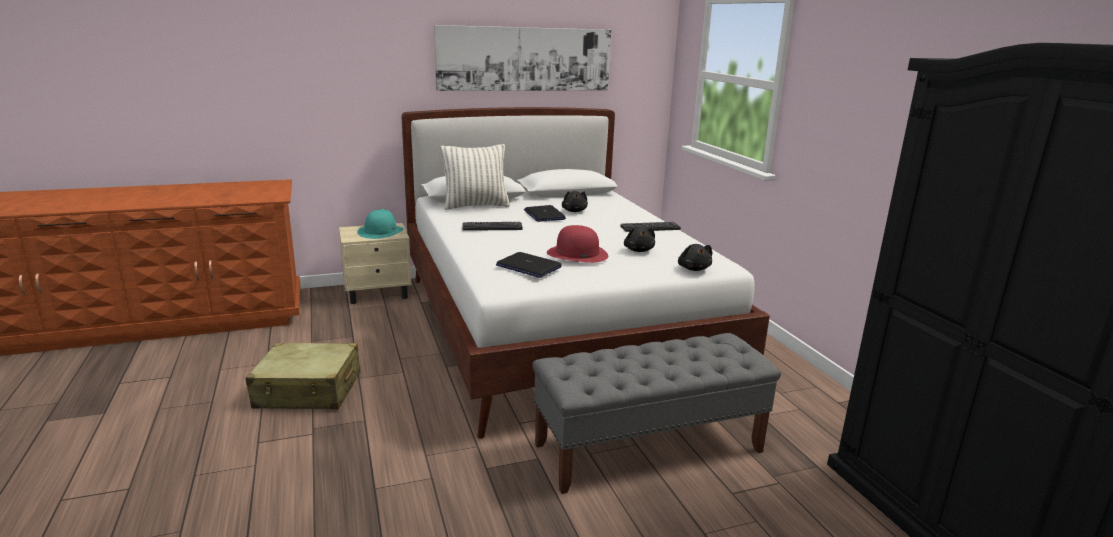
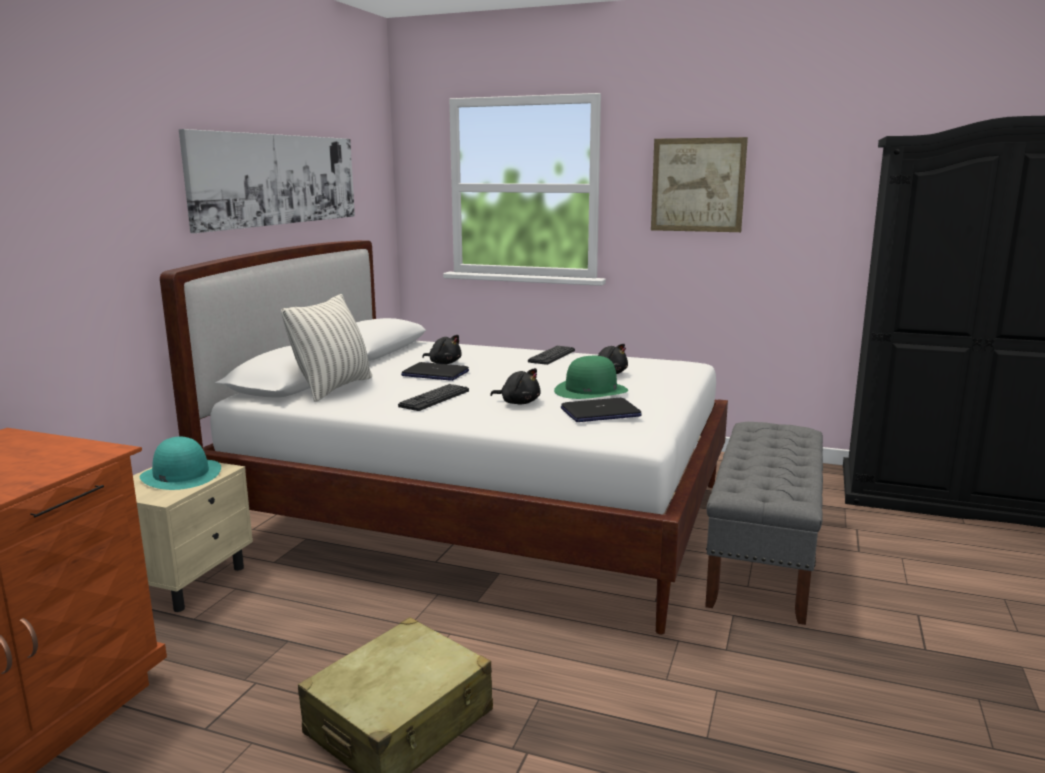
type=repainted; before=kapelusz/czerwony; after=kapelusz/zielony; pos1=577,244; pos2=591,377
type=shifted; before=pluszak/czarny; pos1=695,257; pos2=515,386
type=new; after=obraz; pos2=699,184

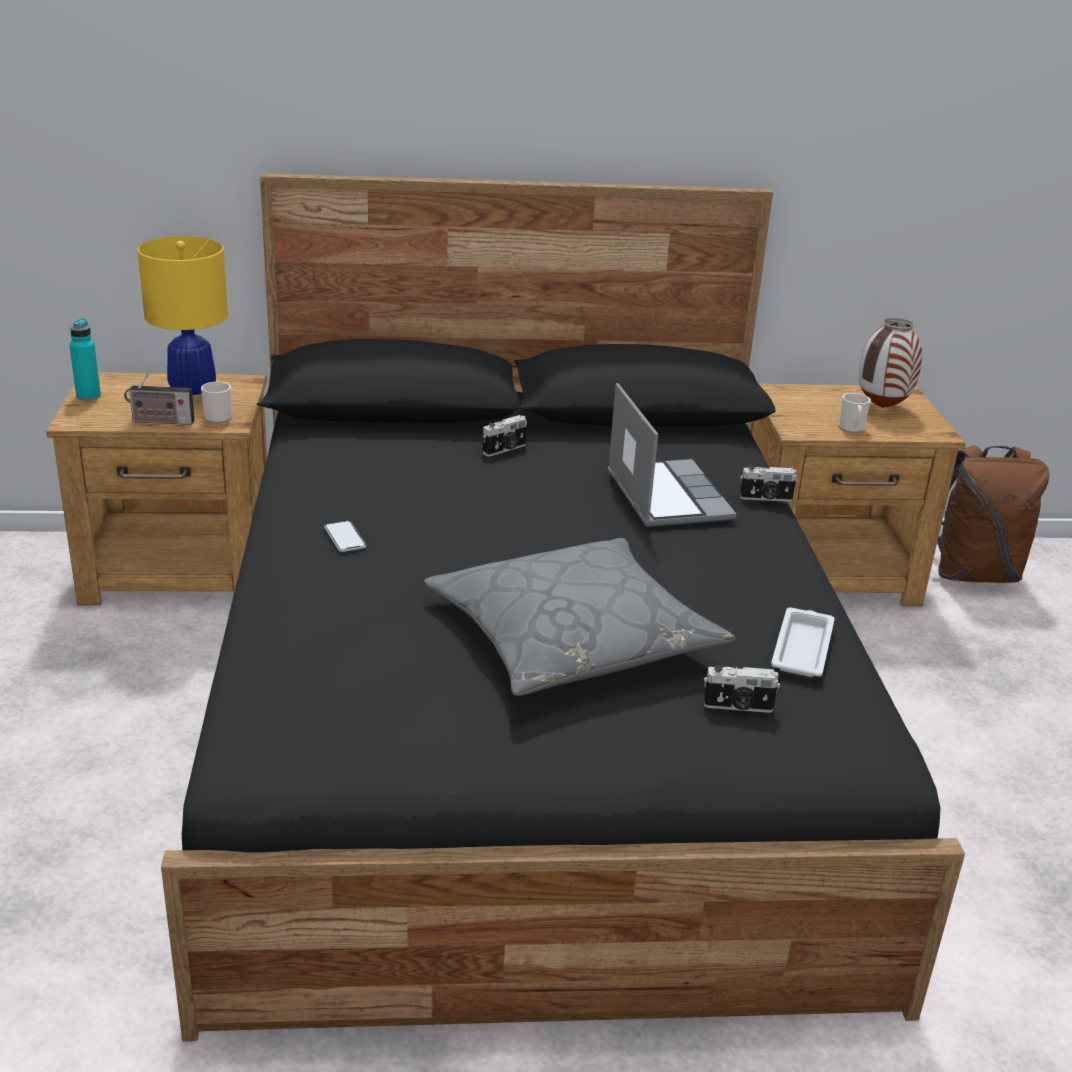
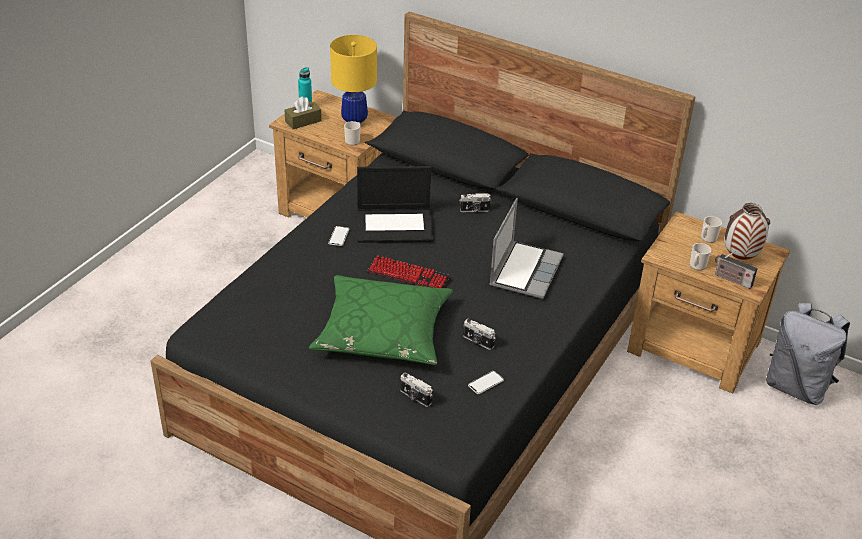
type=shifted; before=radio; pos1=159,397; pos2=736,270
type=repainted; before=poduszka/szary; after=poduszka/zielony; pos1=579,617; pos2=381,320
type=shifted; before=aparat fotograficzny; pos1=769,483; pos2=479,334
type=swapped; before=taca/biały; after=telefon; pos1=803,642; pos2=486,382
type=repainted; before=plecak/brązowy; after=plecak/szary; pos1=993,514; pos2=808,354
type=new; after=pudełko chusteczek/brązowy; pos2=303,112
type=new; after=laptop; pos2=395,204
type=new; after=klawiatura; pos2=409,271
type=new; after=kubek; pos2=711,229

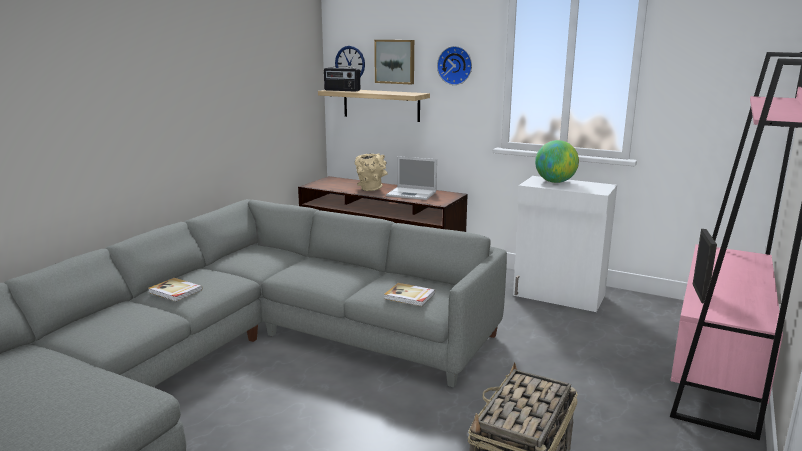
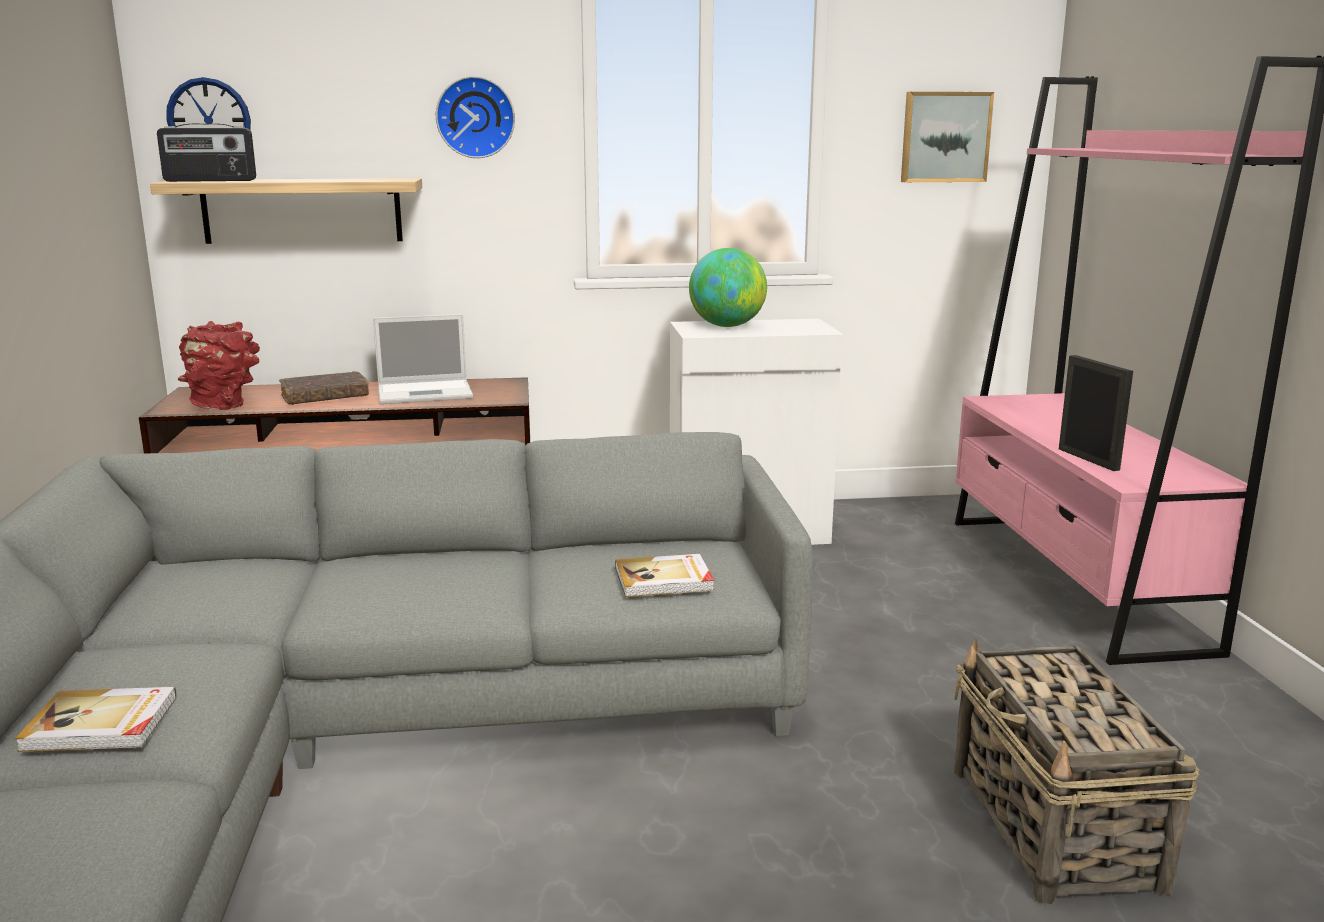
type=swapped; before=wazon/beżowy; after=książka/brązowy; pos1=371,172; pos2=324,388
type=shifted; before=obraz; pos1=394,62; pos2=947,137
type=new; after=wazon/czerwony; pos2=219,365

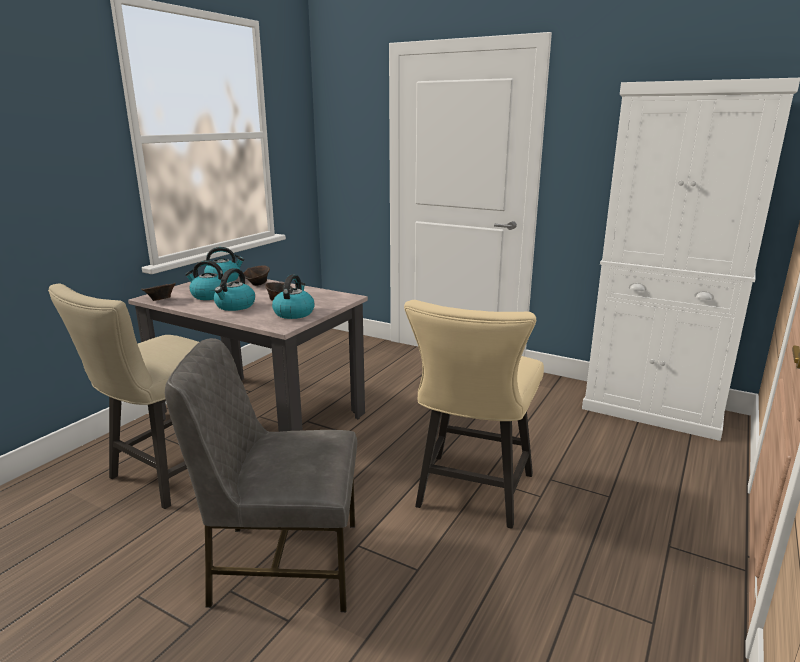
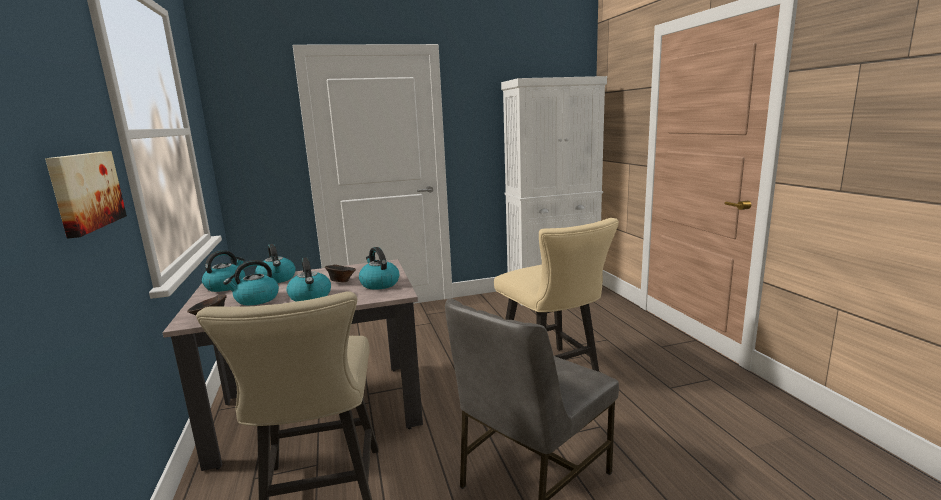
type=swapped; before=miska/brązowy; after=czajnik; pos1=257,275; pos2=275,263
type=new; after=obraz; pos2=86,195

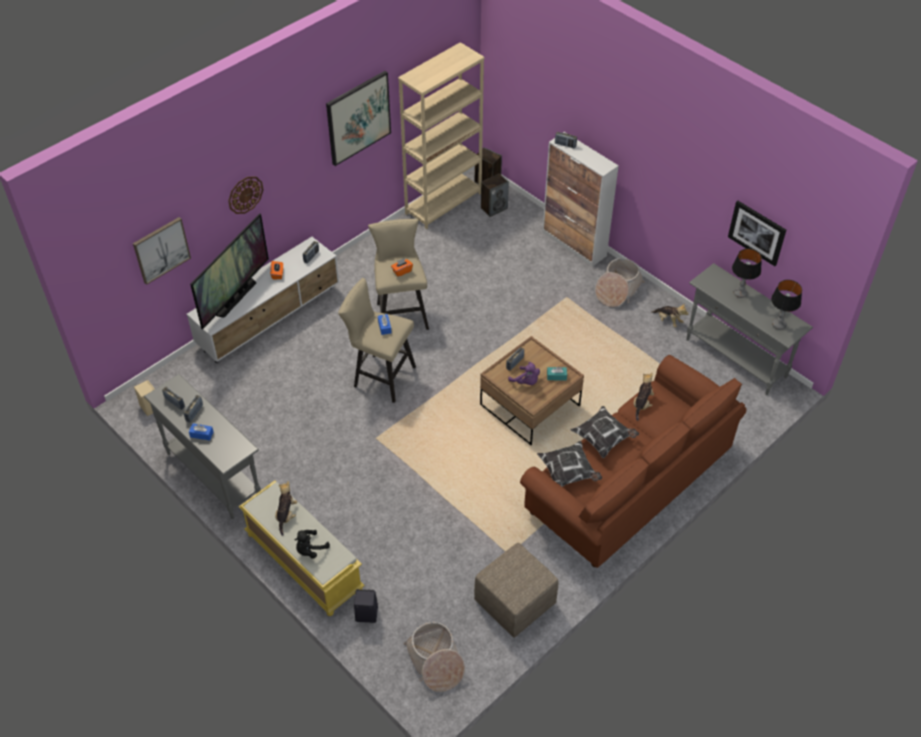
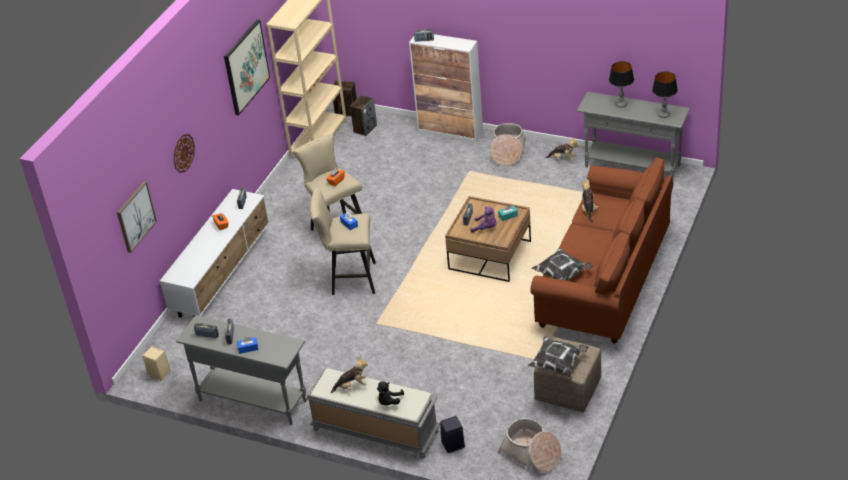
type=gone; before=telewizor; pos1=229,271
type=repainted; before=ławka/żółty; after=ławka/szary; pos1=302,548; pos2=372,413
type=rotated; before=pluszak; pos1=286,508; pos2=349,375; turn=90
type=shifted; before=poduszka; pos1=605,432; pos2=558,357
type=gone; before=obraz; pos1=757,233

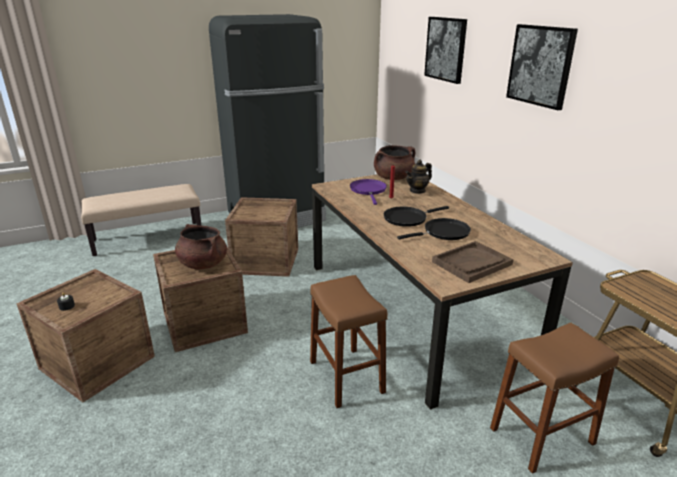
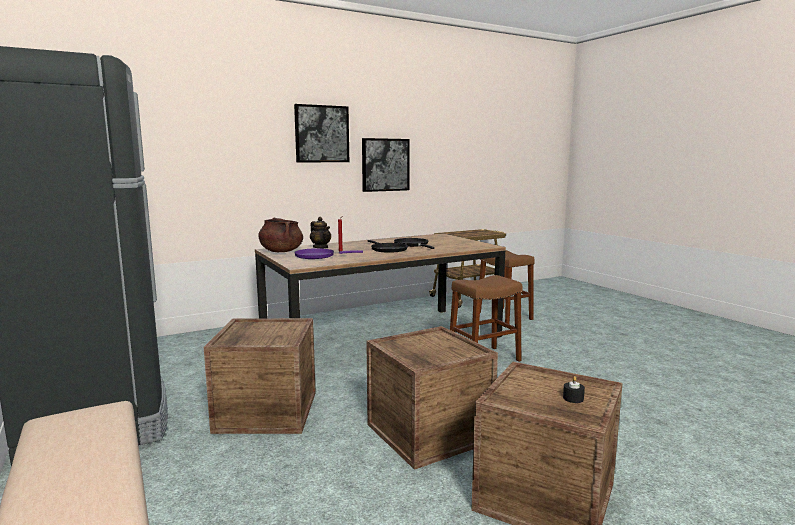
type=gone; before=garnek/brązowy; pos1=201,246
type=shifted; before=obraz; pos1=445,50; pos2=386,165
type=gone; before=taca/brązowy; pos1=473,262

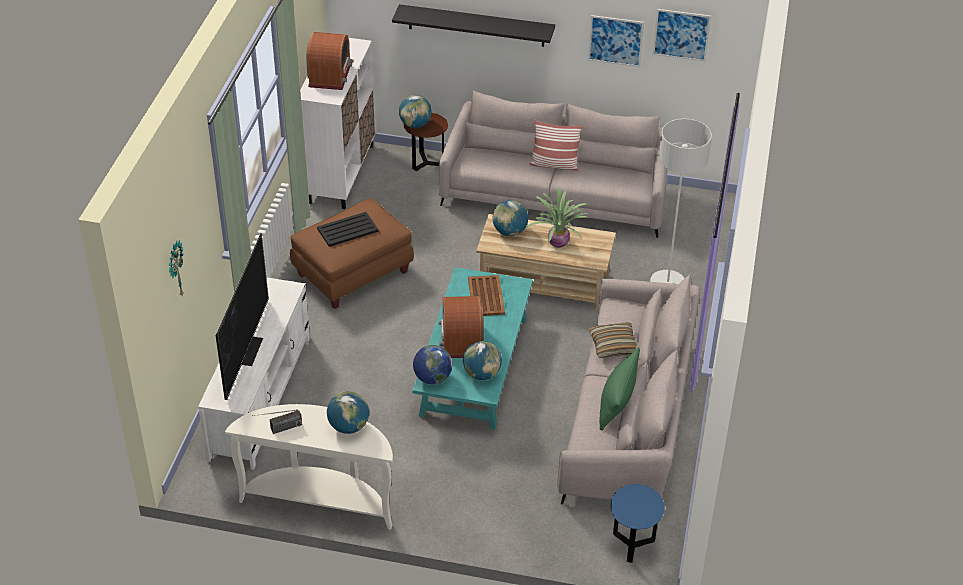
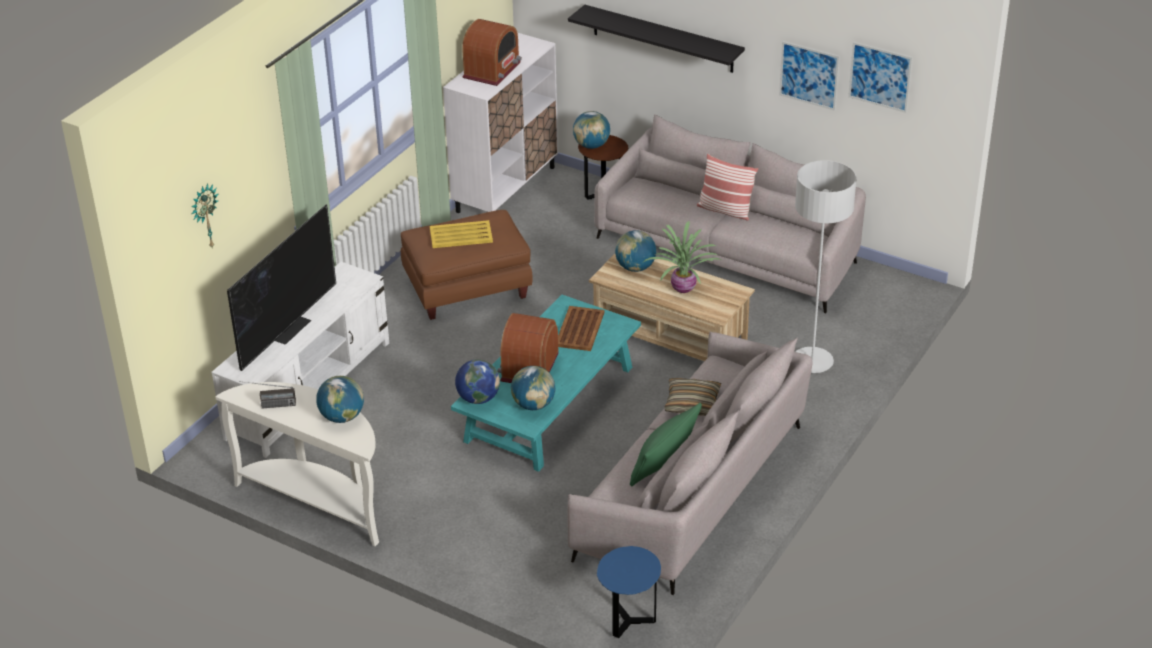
type=repainted; before=taca/czarny; after=taca/żółty; pos1=348,229; pos2=461,234

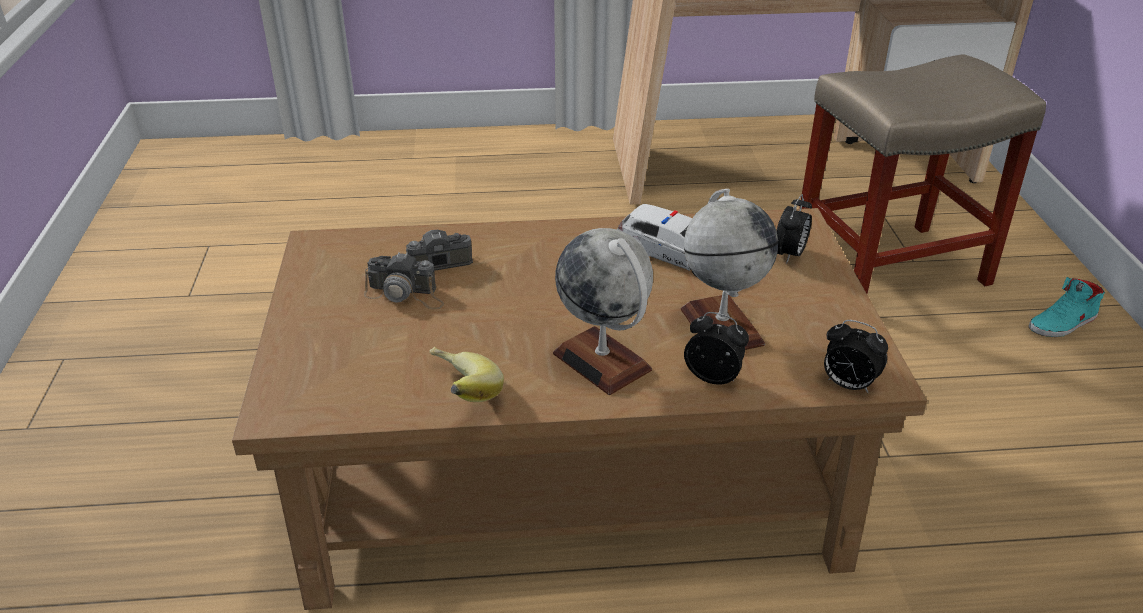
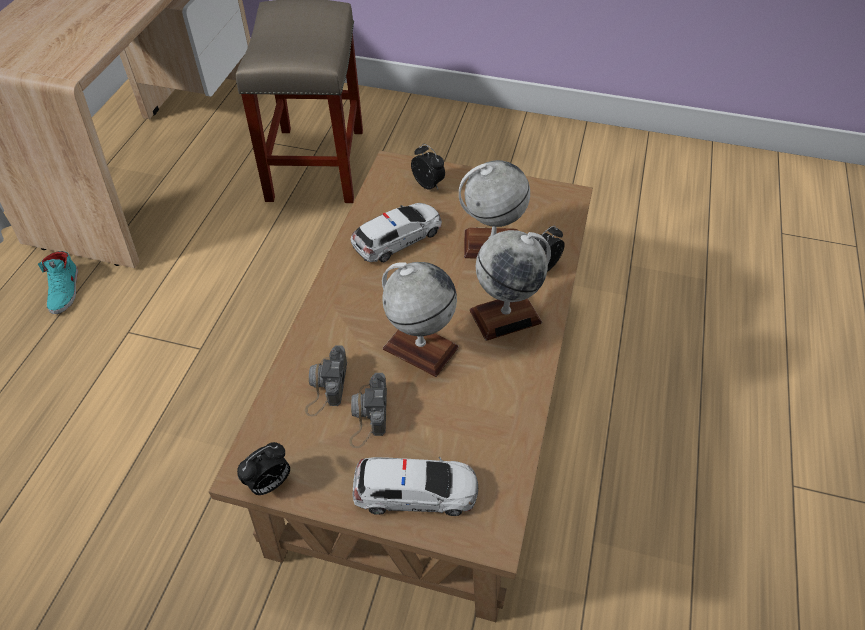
type=rotated; before=aparat fotograficzny; pos1=404,280; pos2=368,410; turn=150
type=gone; before=banan; pos1=467,374
type=shifted; before=budzik; pos1=856,356; pos2=263,468
type=shifted; before=but/turkusowy; pos1=1066,307; pos2=58,282
type=new; after=samochodzik; pos2=415,486
type=new; after=globus; pos2=420,319

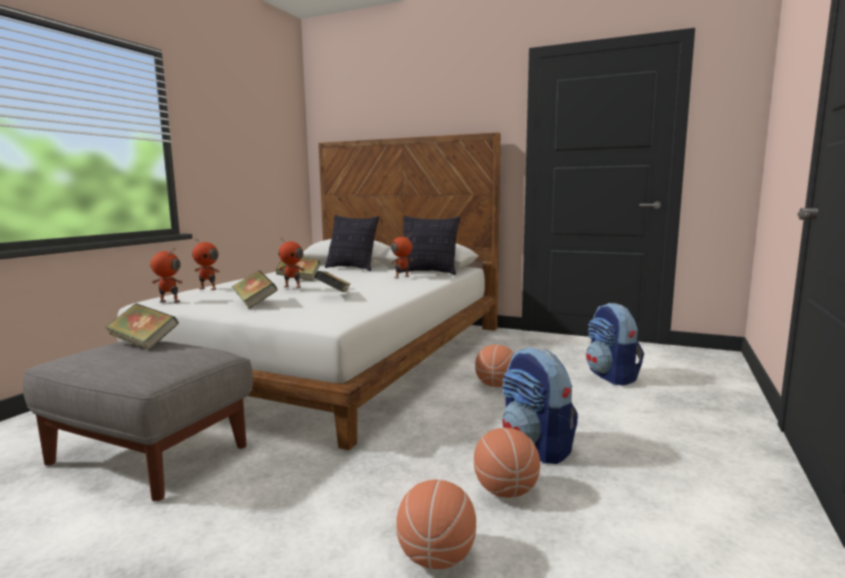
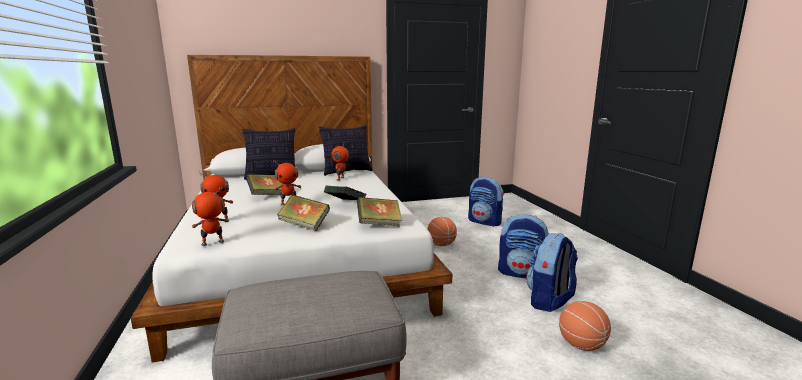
type=shifted; before=książka; pos1=141,326; pos2=380,211
type=swapped; before=piłka do koszykówki; after=plecak; pos1=507,463; pos2=552,272

